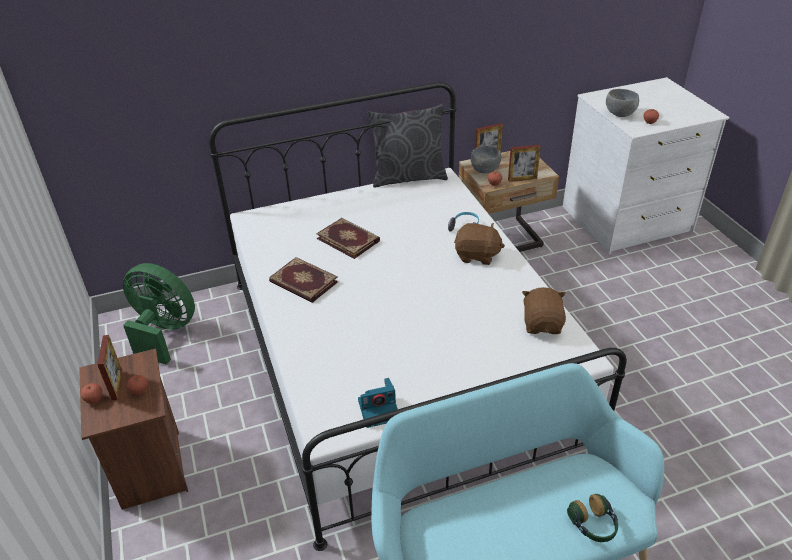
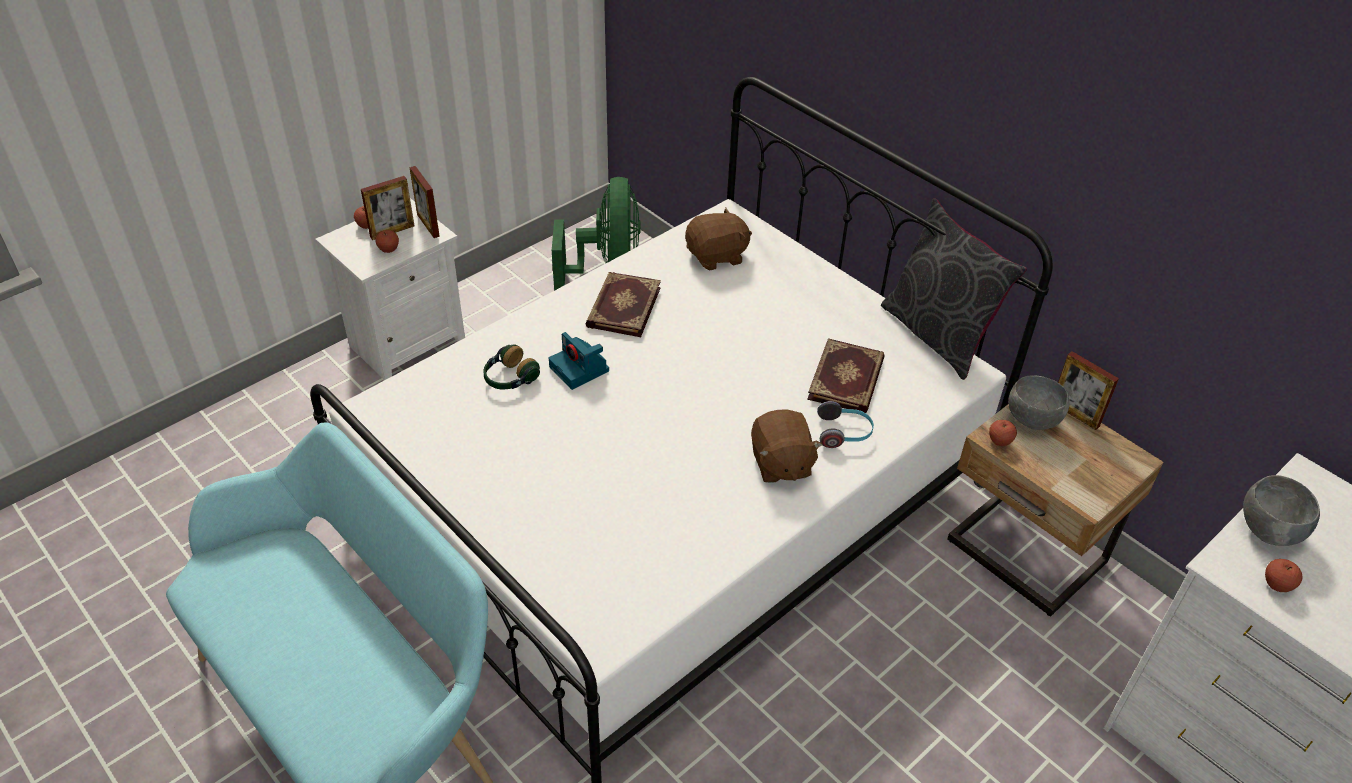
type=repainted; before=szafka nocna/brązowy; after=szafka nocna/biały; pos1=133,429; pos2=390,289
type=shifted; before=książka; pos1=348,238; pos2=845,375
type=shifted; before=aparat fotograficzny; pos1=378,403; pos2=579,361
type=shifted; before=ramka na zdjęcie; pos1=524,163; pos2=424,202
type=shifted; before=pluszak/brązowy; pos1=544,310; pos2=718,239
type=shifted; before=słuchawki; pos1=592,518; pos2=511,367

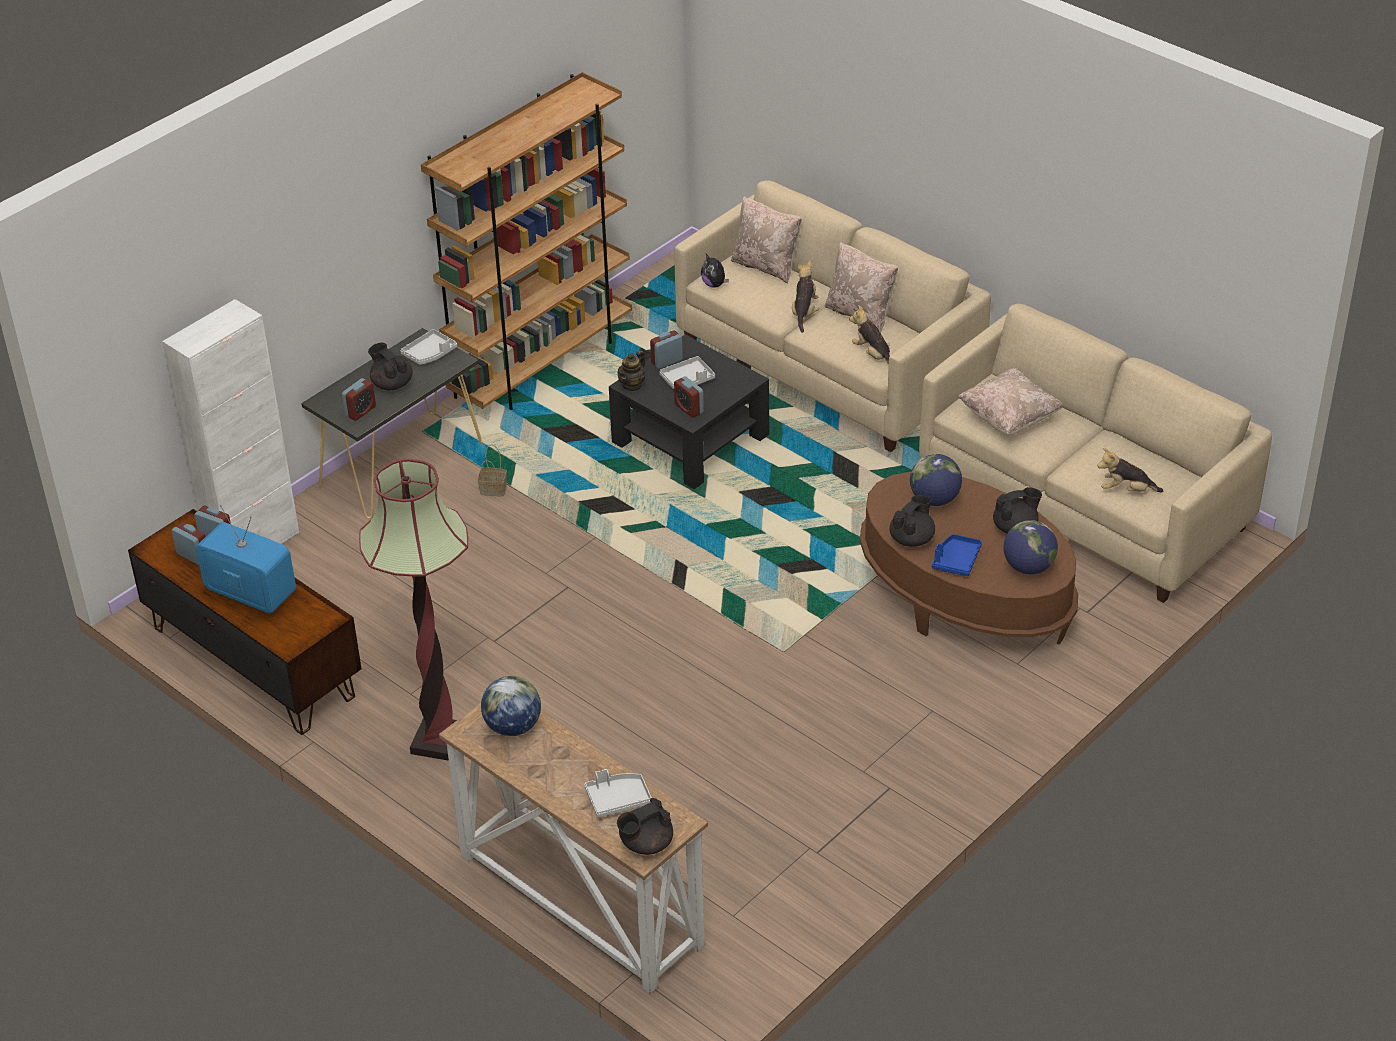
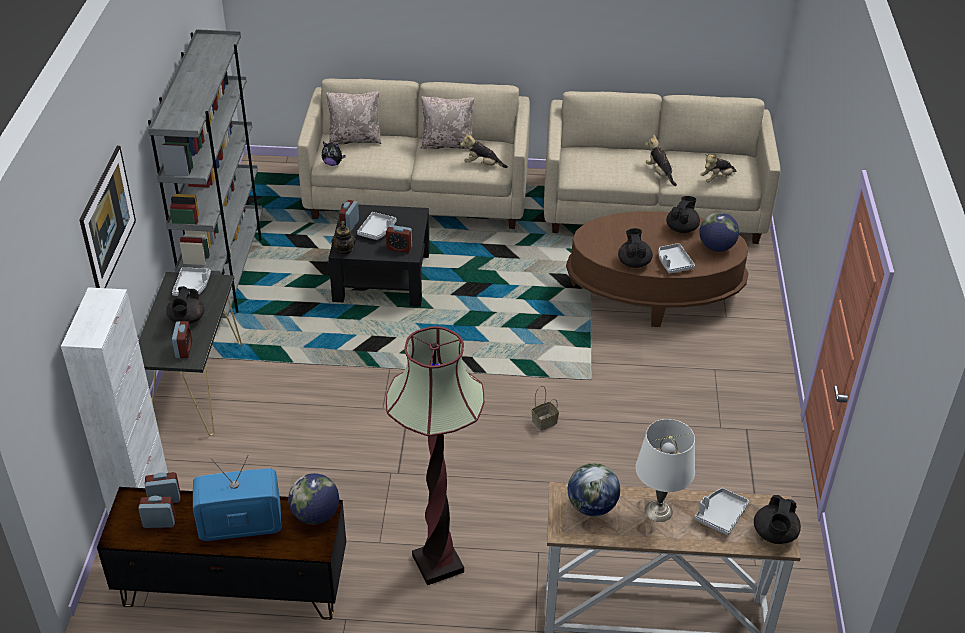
type=rotated; before=imbryk/czarny; pos1=390,366; pos2=185,305; turn=-90
type=repainted; before=regał/brązowy; after=regał/szary; pos1=526,241; pos2=205,173
type=shifted; before=koszyk; pos1=492,470; pos2=545,408
type=shifted; before=pluszak; pos1=805,297; pos2=661,160
type=shifted; before=globus; pos1=936,480; pos2=313,498
type=repainted; before=taca/niebieski; after=taca/szary; pos1=957,555; pos2=677,258
type=gone; before=poduszka/beżowy; pos1=1011,401
type=new; after=obraz; pos2=107,217
type=new; after=lampa stołowa/biały; pos2=665,470

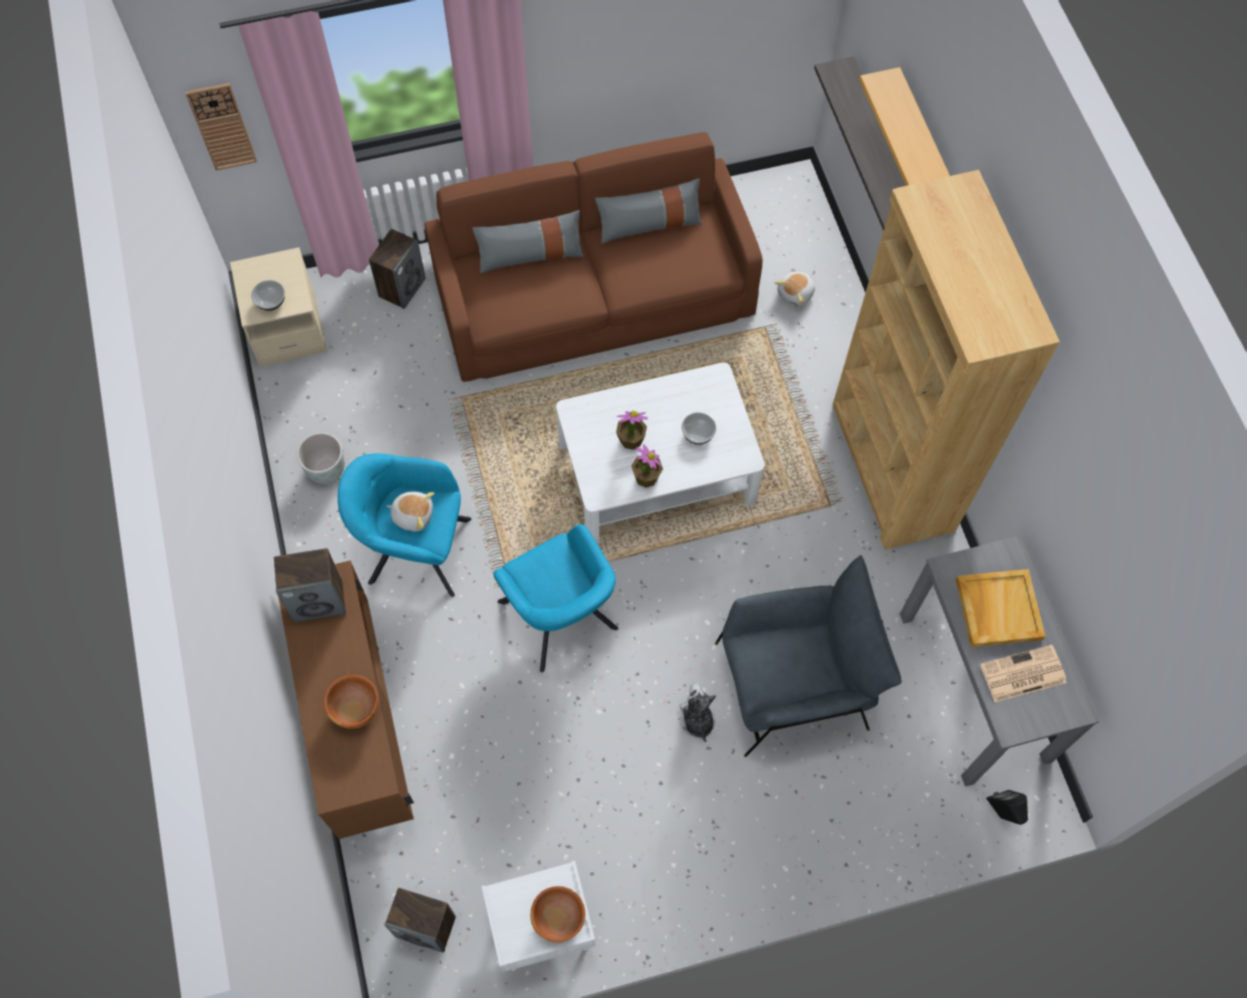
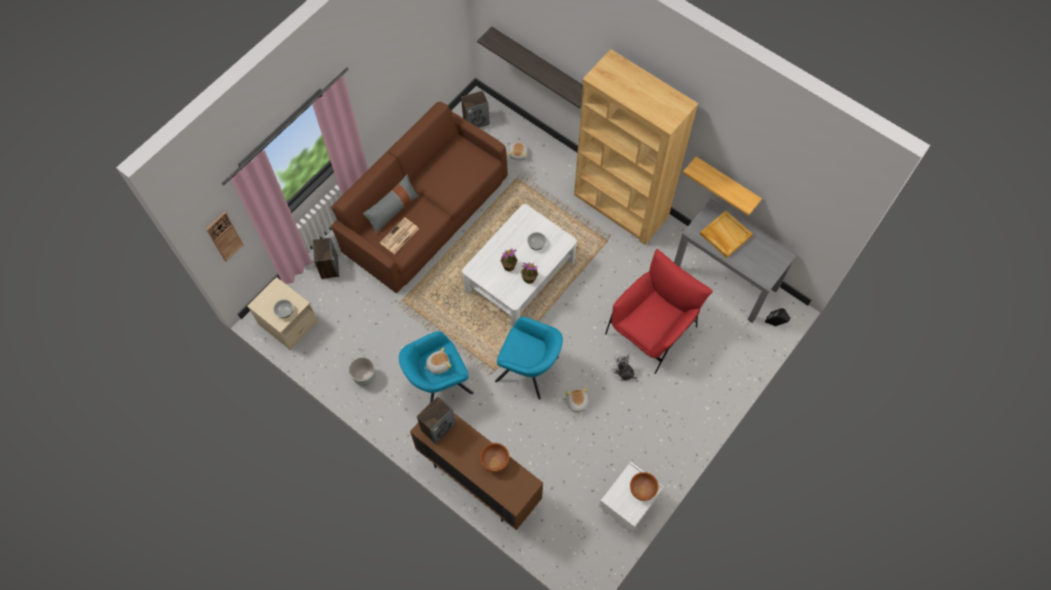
type=shifted; before=głośnik; pos1=420,920; pos2=475,109
type=gone; before=poduszka/szary; pos1=648,211
type=repainted; before=fotel/szary; after=fotel/czerwony; pos1=808,656; pos2=659,311
type=shifted; before=półka; pos1=904,126; pos2=722,186
type=shifted; before=gazeta; pos1=1023,673; pos2=399,235
type=new; after=pluszak; pos2=577,401

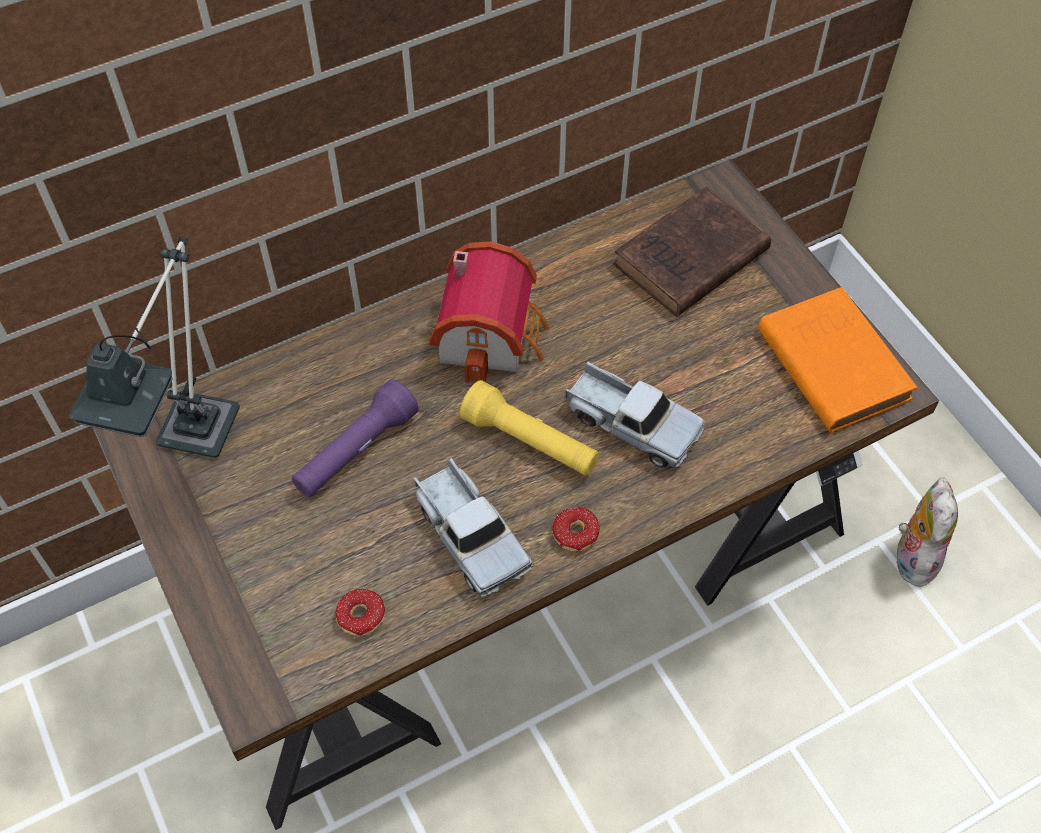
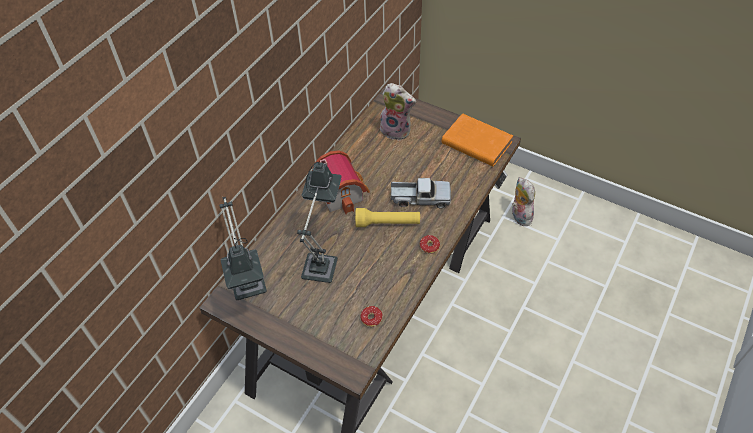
type=swapped; before=latarka/fioletowy; after=lampa stołowa; pos1=355,438; pos2=319,222
type=gone; before=ciężarówka zabawkowa; pos1=473,527
type=swapped; before=książka/brązowy; after=pluszak; pos1=692,252; pos2=397,112

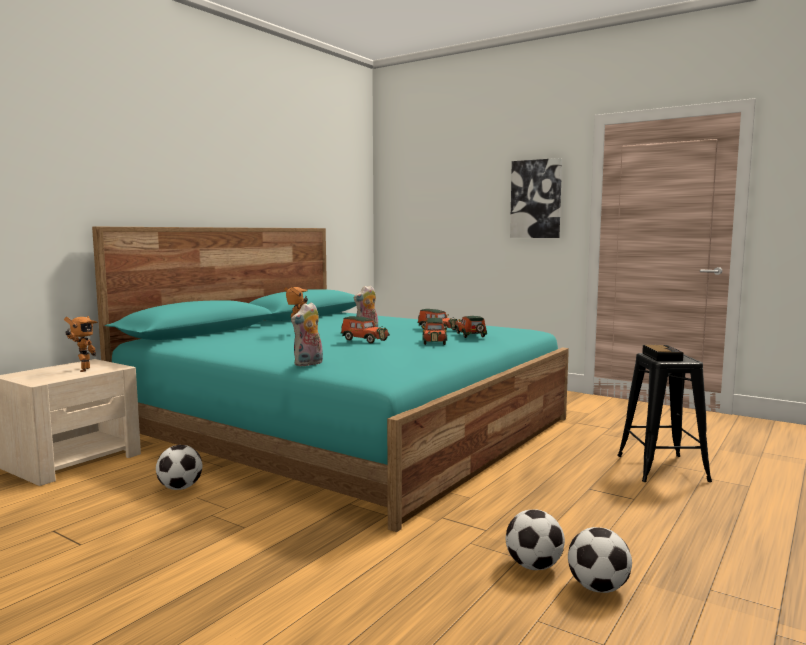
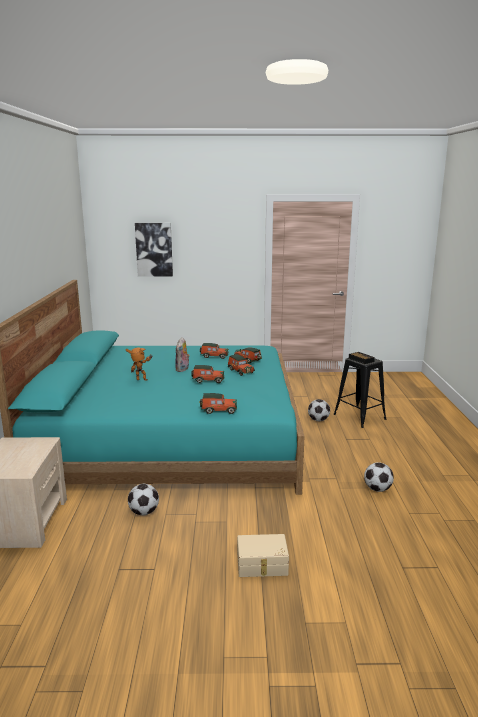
type=gone; before=robot zabawkowy; pos1=81,344
type=swapped; before=pluszak; after=samochodzik; pos1=307,334; pos2=218,403
type=shifted; before=obraz; pos1=536,198; pos2=154,250
type=shifted; before=piłka futbolowa; pos1=600,560; pos2=319,410
type=new; after=pojemnik do przechowywania/beżowy; pos2=263,555

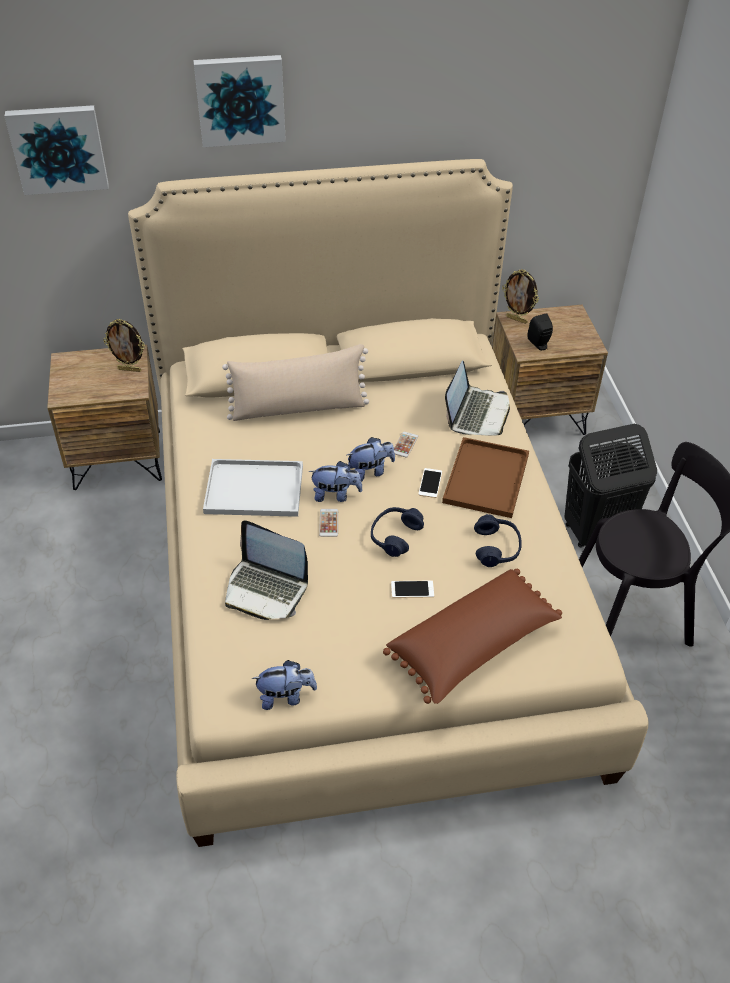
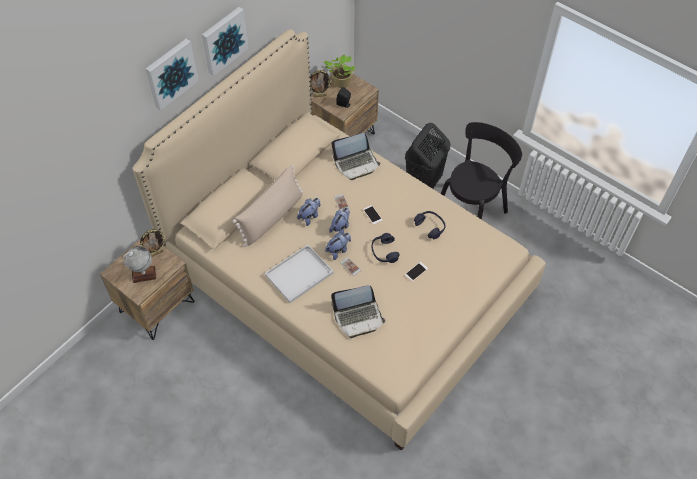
type=shifted; before=obraz; pos1=57,150; pos2=225,41
type=shifted; before=pluszak; pos1=284,685; pos2=308,212
type=gone; before=poduszka/brązowy; pos1=472,636
type=gone; before=taca/brązowy; pos1=485,477
type=rotated; before=laptop; pos1=477,398; pos2=355,156; turn=90
type=new; after=globus; pos2=139,264
type=new; after=roślina doniczkowa; pos2=339,71

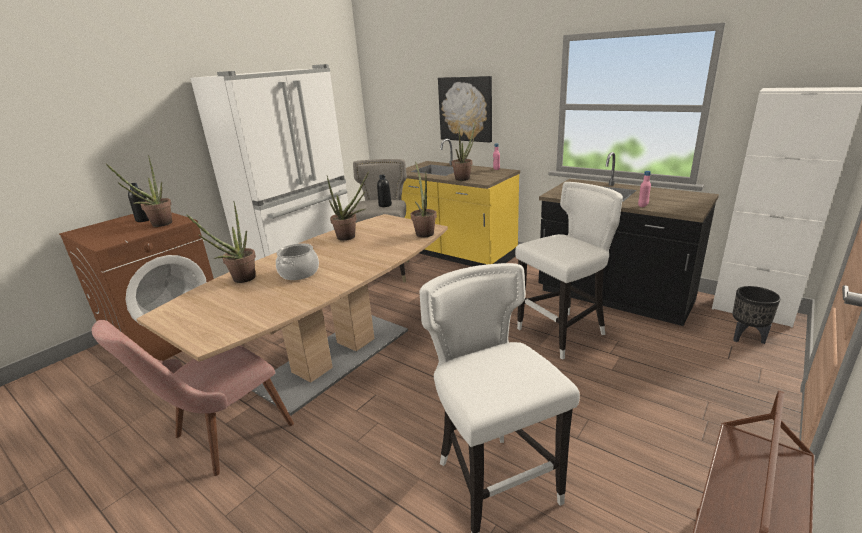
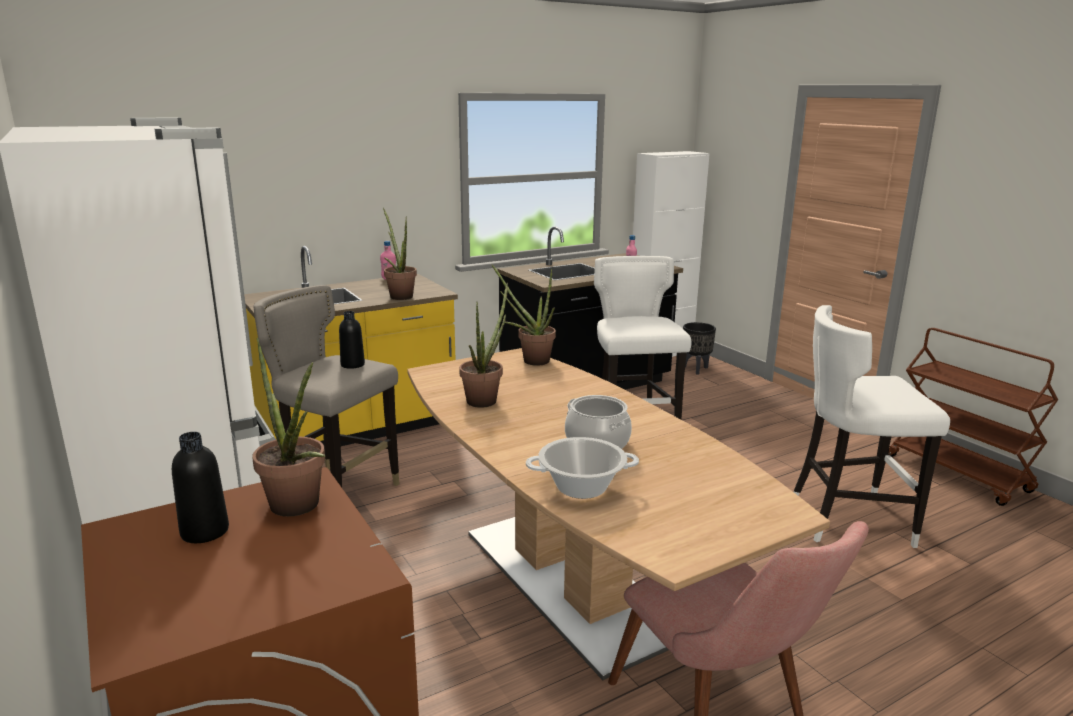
type=swapped; before=roślina doniczkowa; after=garnek; pos1=221,242; pos2=582,468
type=gone; before=obraz; pos1=465,109

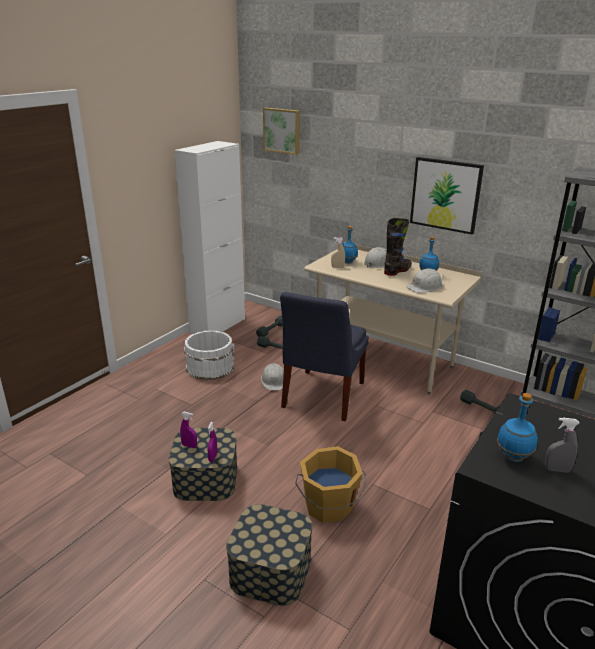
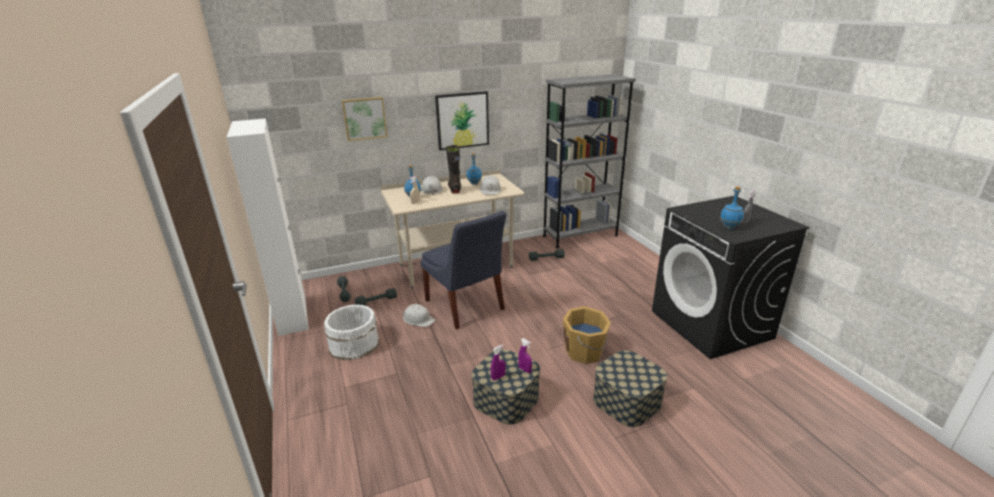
type=shifted; before=obraz; pos1=281,131; pos2=365,119

